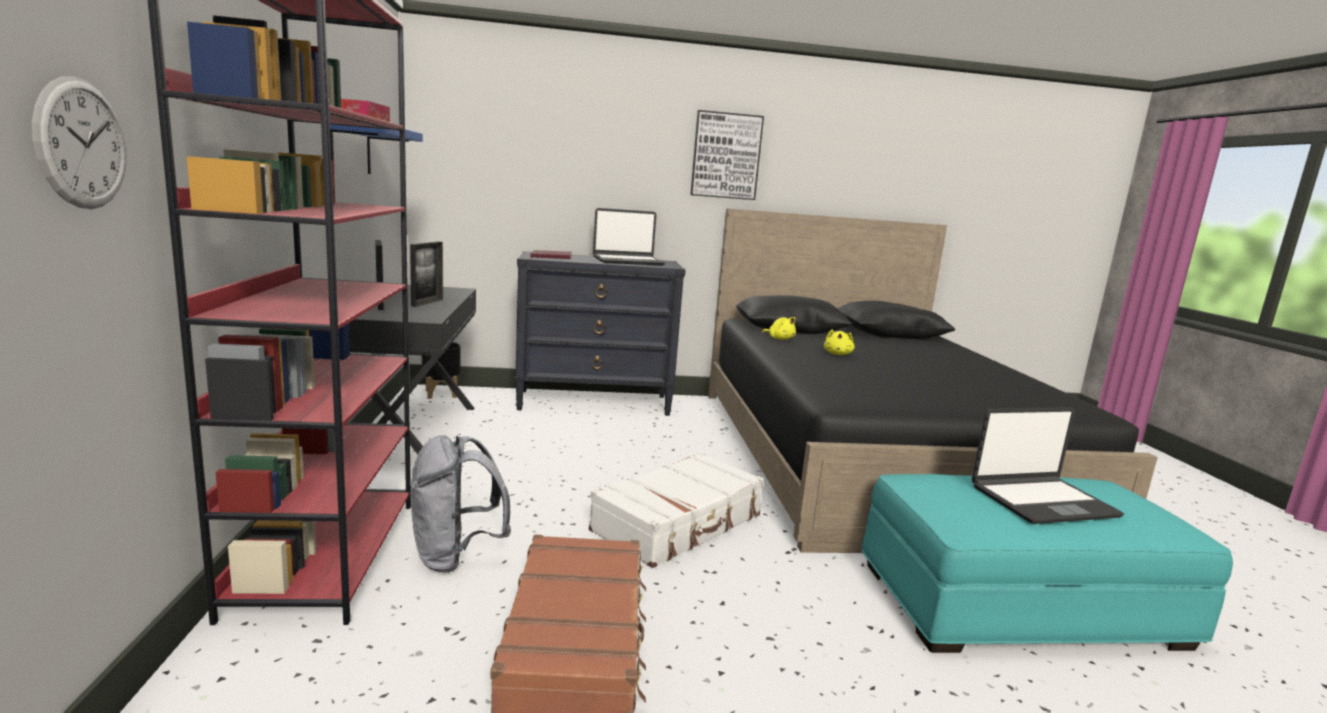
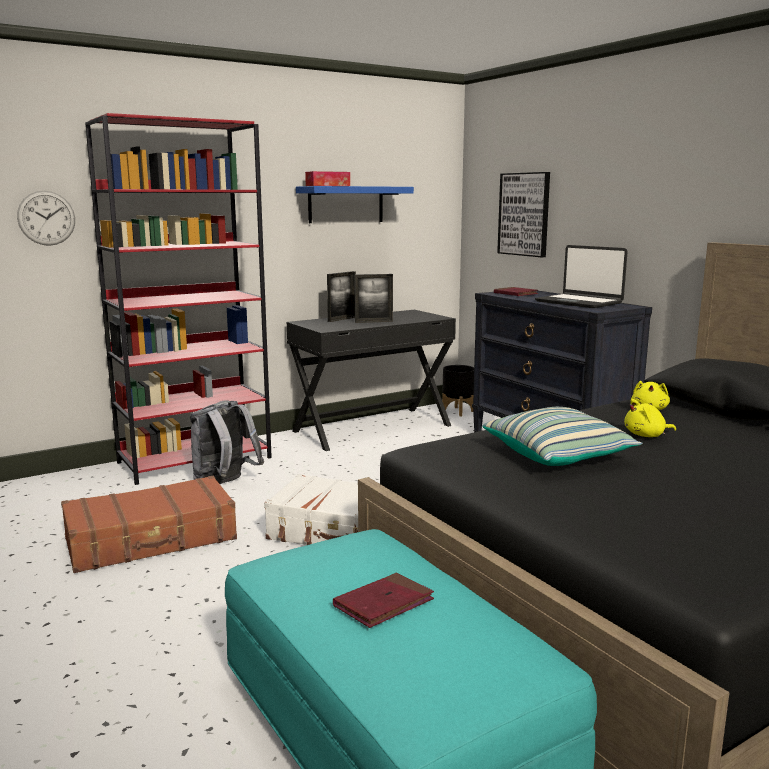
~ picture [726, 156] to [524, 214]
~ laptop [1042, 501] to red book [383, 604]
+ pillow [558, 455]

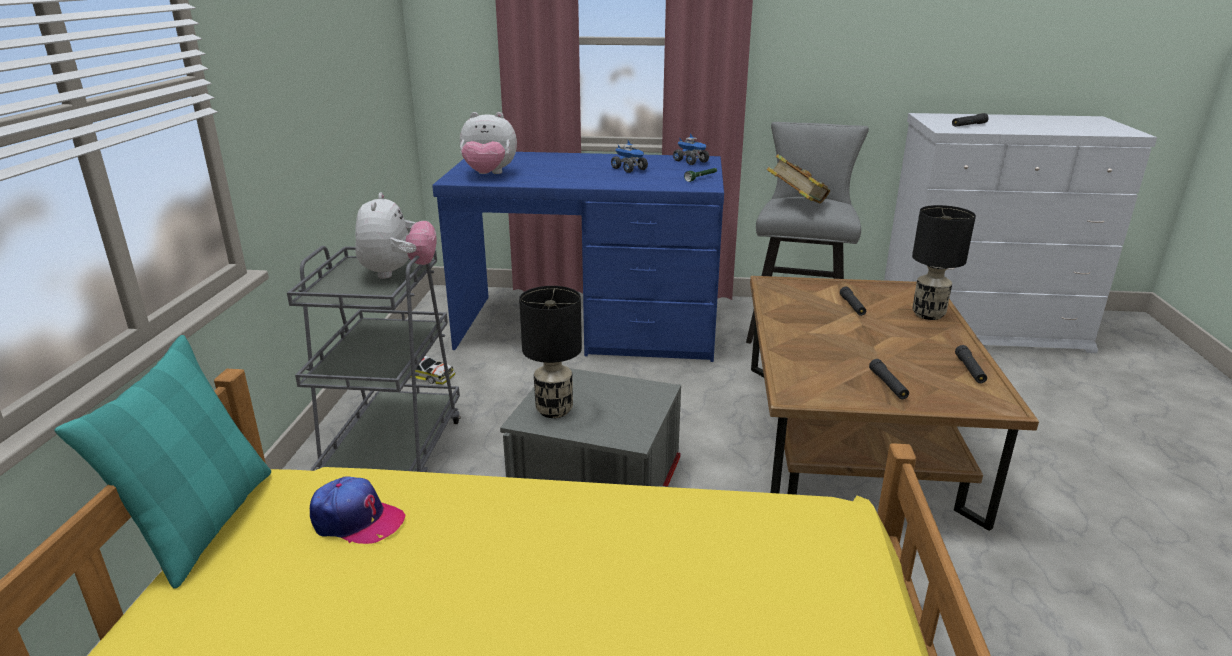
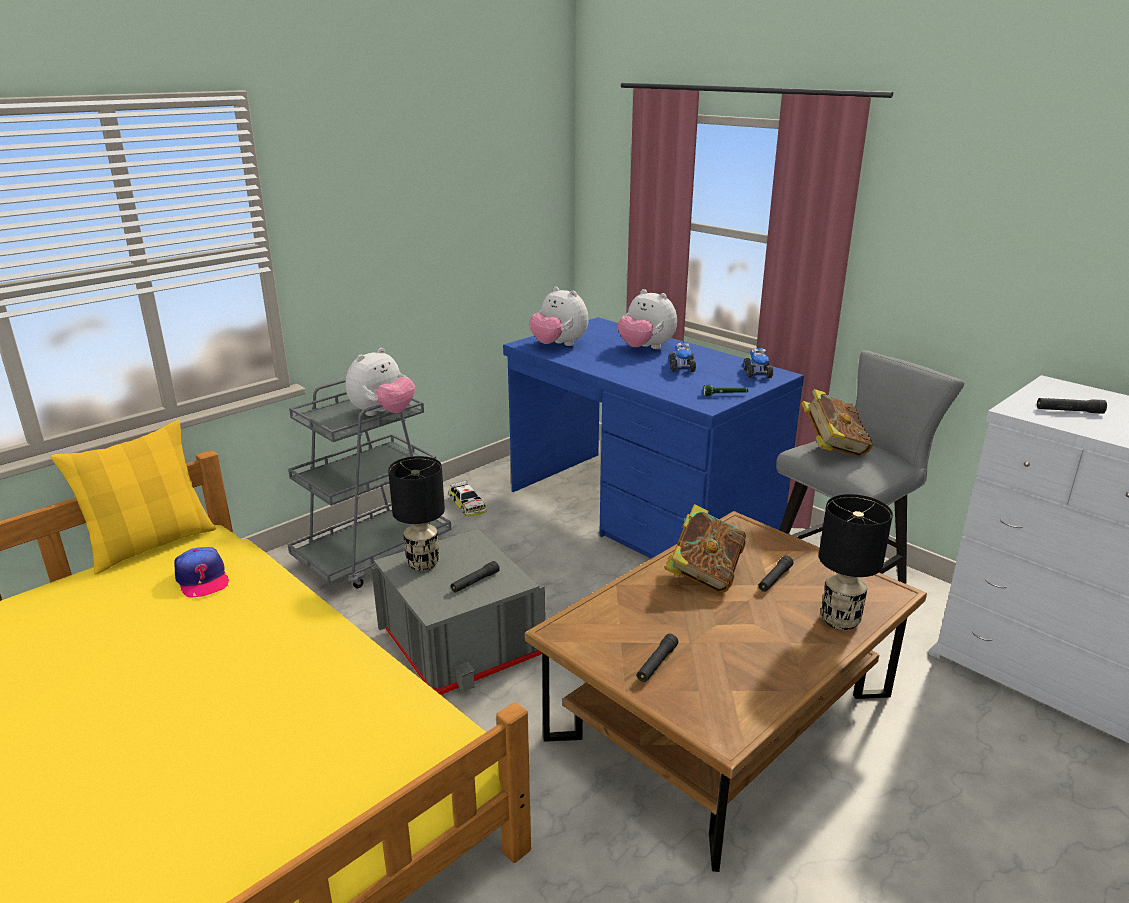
~ turquoise pillow [202, 524] to yellow pillow [151, 544]
~ black flashlight [970, 370] to [475, 582]
+ plush toy [646, 348]
+ book [704, 575]

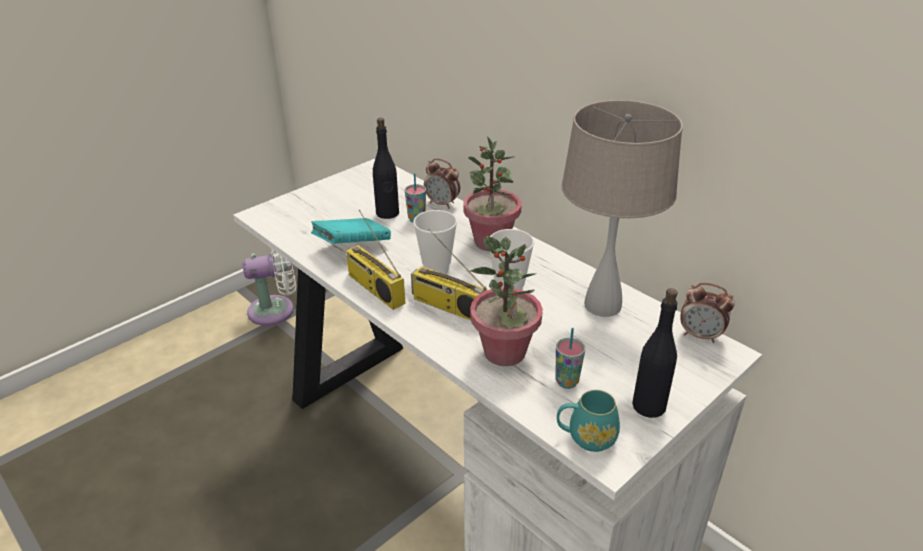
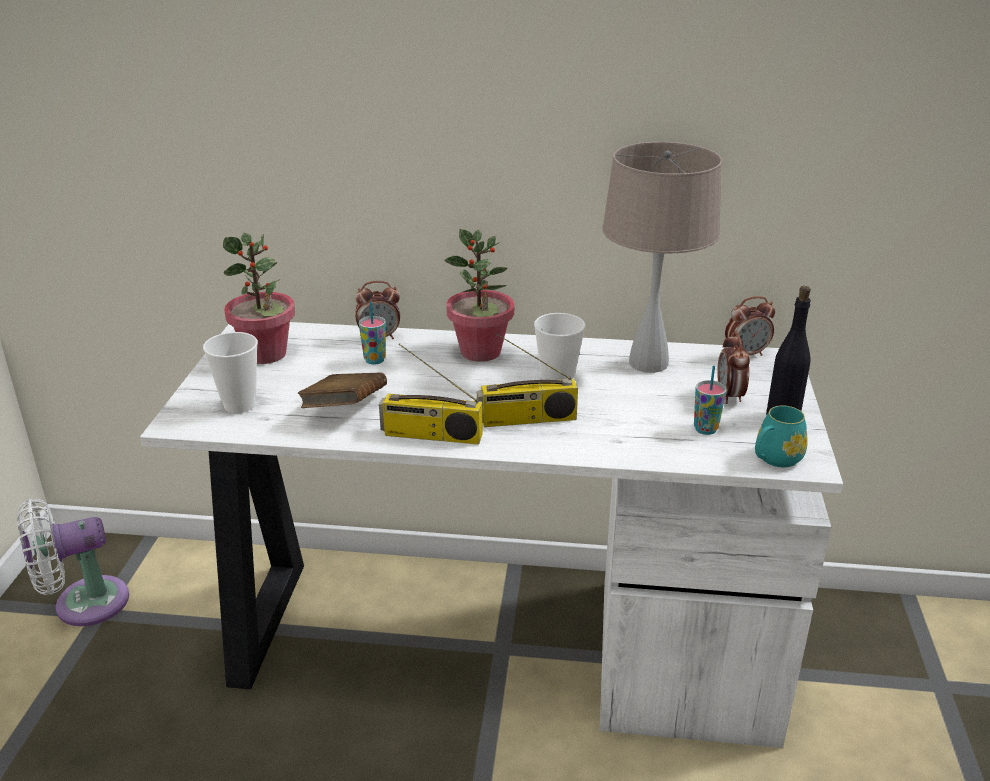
- black bottle [387, 213]
~ cup [436, 269] to [239, 405]
~ turquoise book [352, 246] to brown book [345, 409]
~ potted plant [505, 352] to [266, 354]
~ white fan [276, 310] = [83, 604] 150 degrees counterclockwise
+ alarm clock [730, 396]

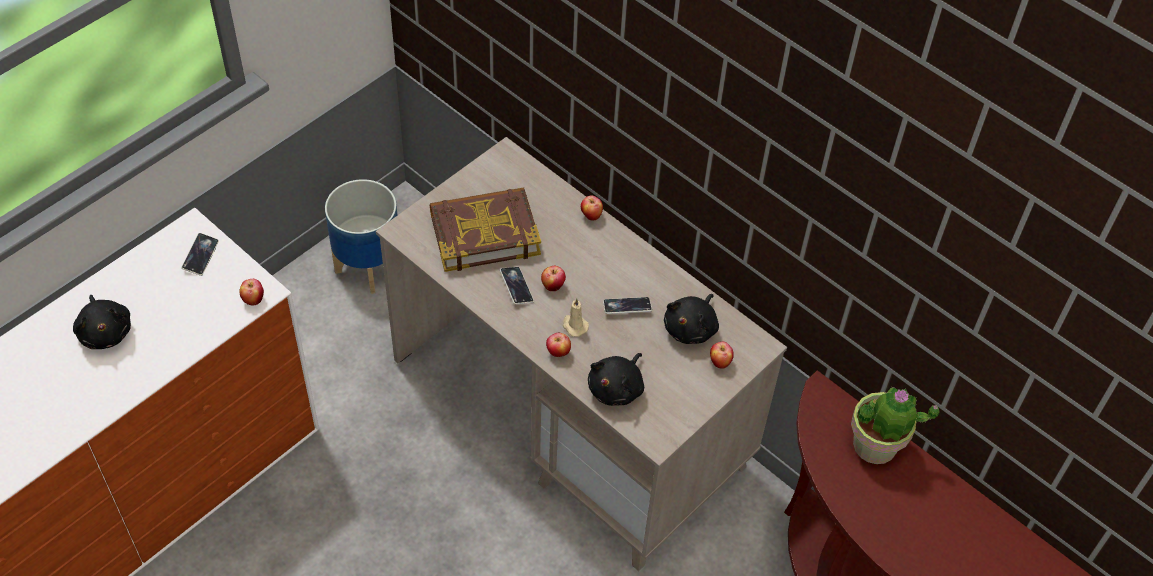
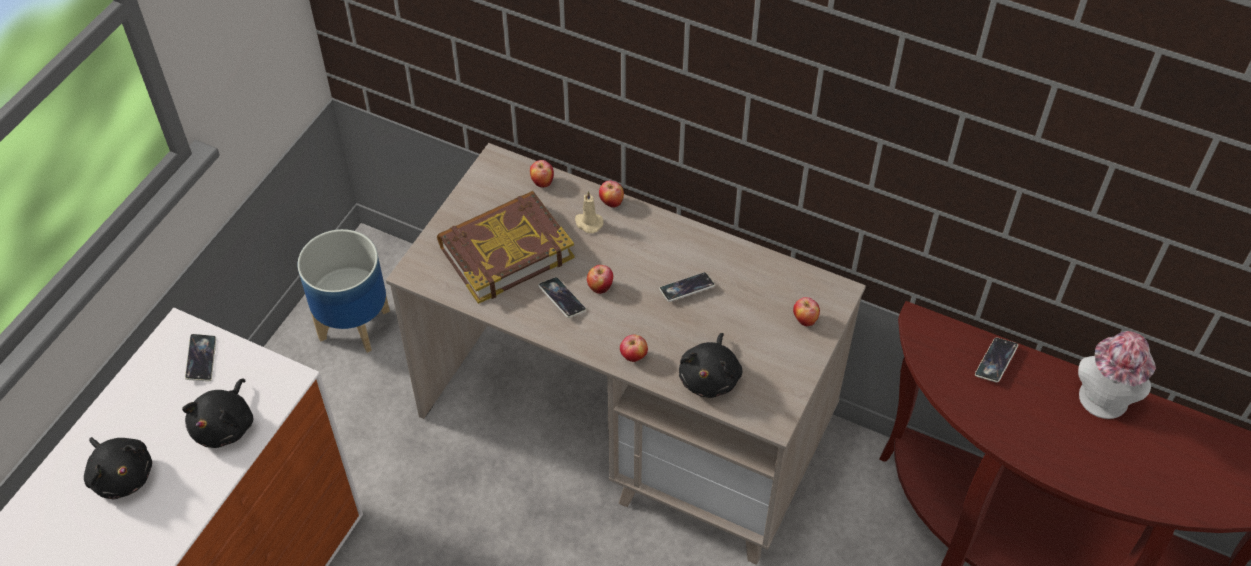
~ apple [253, 299] to [542, 182]
~ black plush toy [691, 328] to [225, 425]
~ beige candle [574, 325] to [588, 223]
~ potted plant [876, 445] to phone [995, 362]
+ hat [1102, 404]

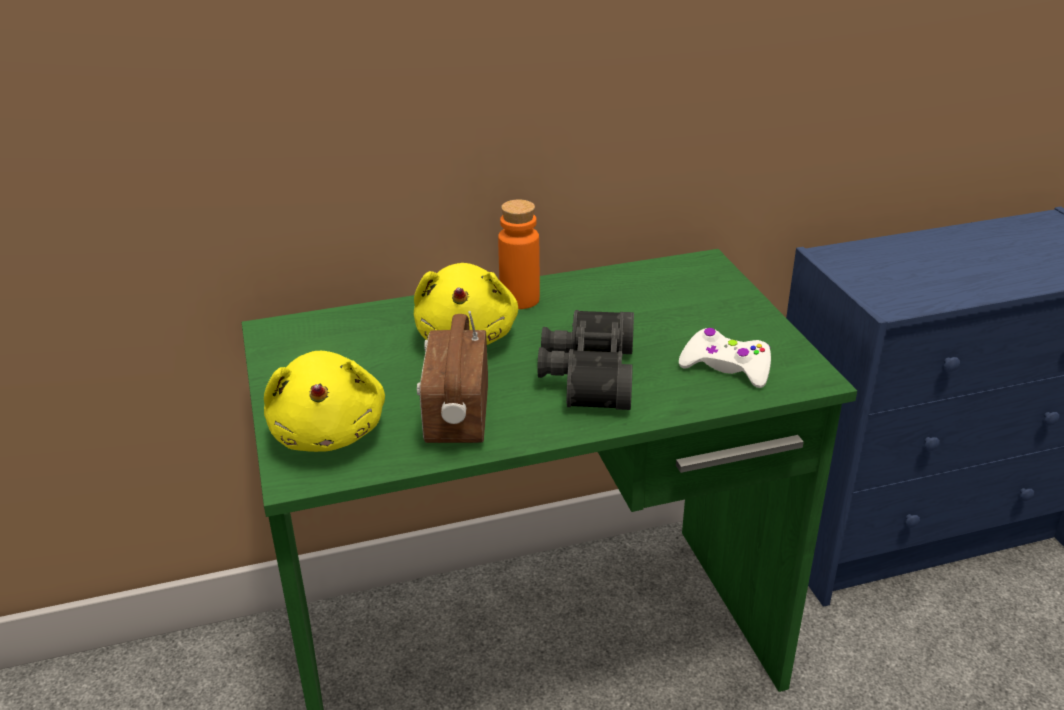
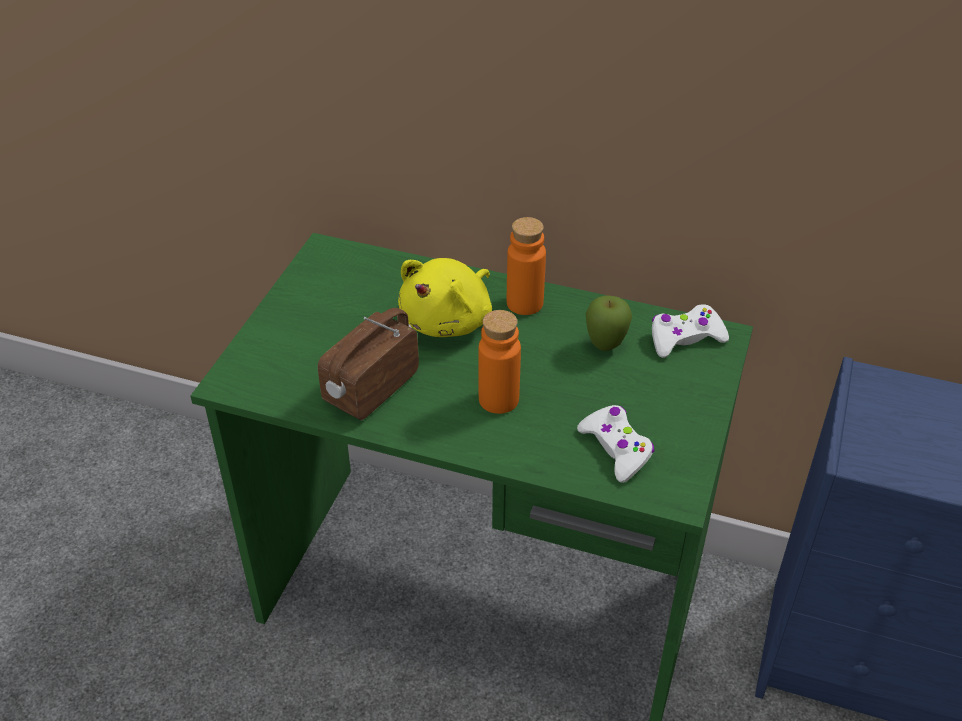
~ black binoculars [586, 375] to orange bottle [498, 399]
- yellow plush toy [329, 432]
+ apple [605, 347]
+ white game controller [685, 338]

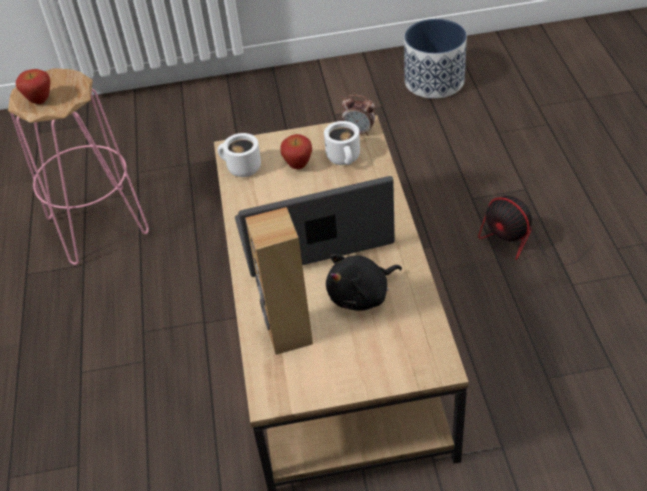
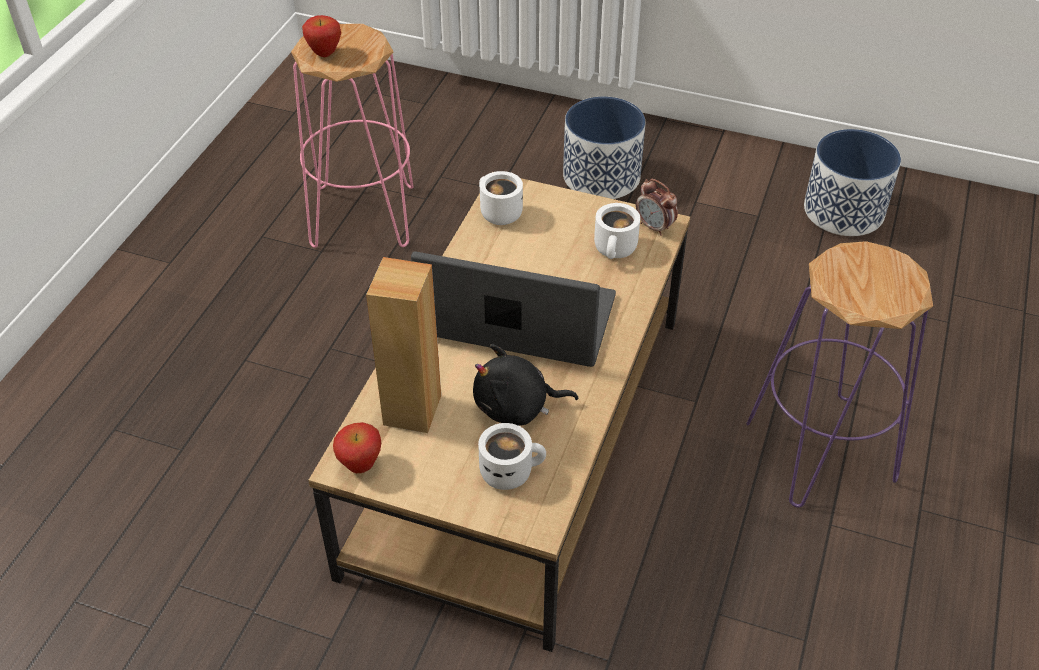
~ apple [298, 166] to [360, 465]
~ fan [531, 240] to purple stool [819, 449]
+ planter [602, 176]
+ white mug [510, 470]

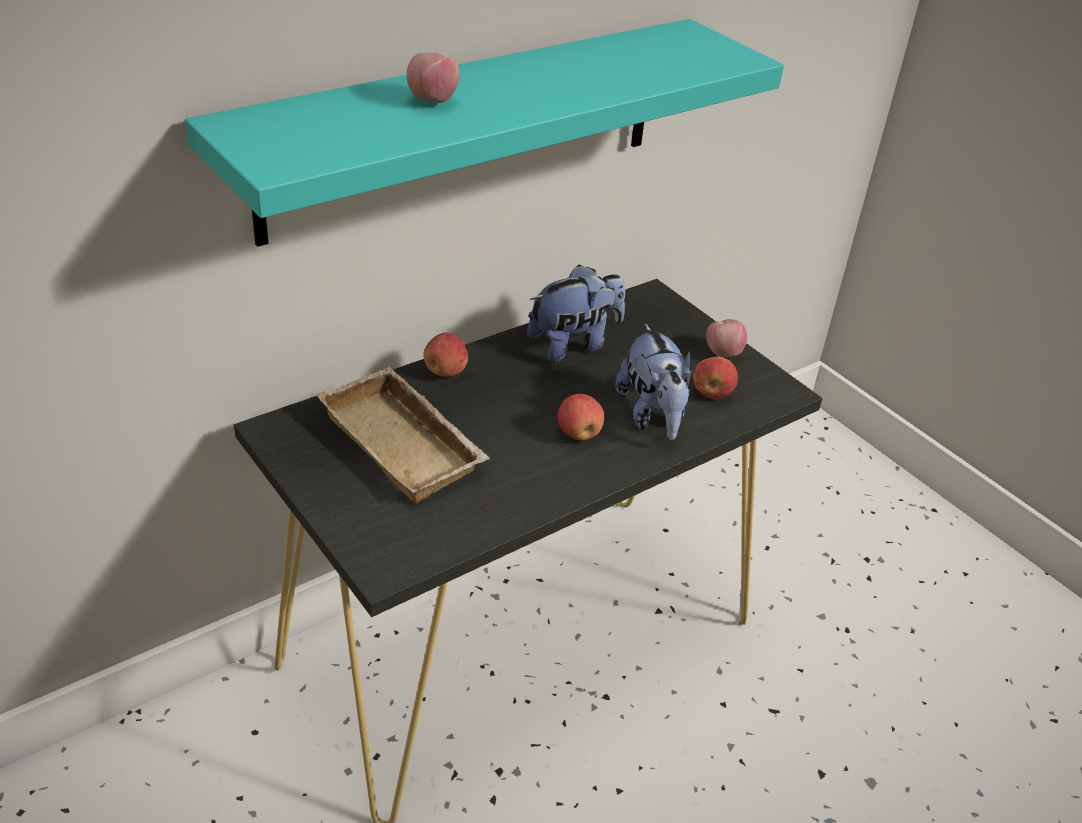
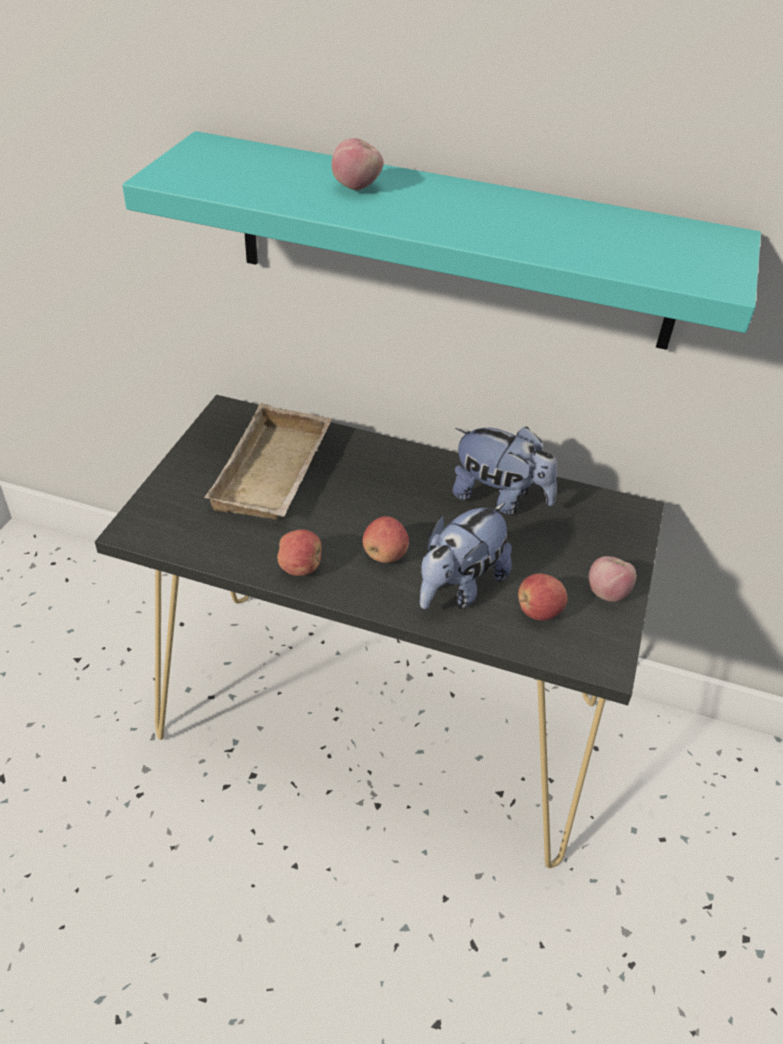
~ apple [446, 371] to [300, 567]

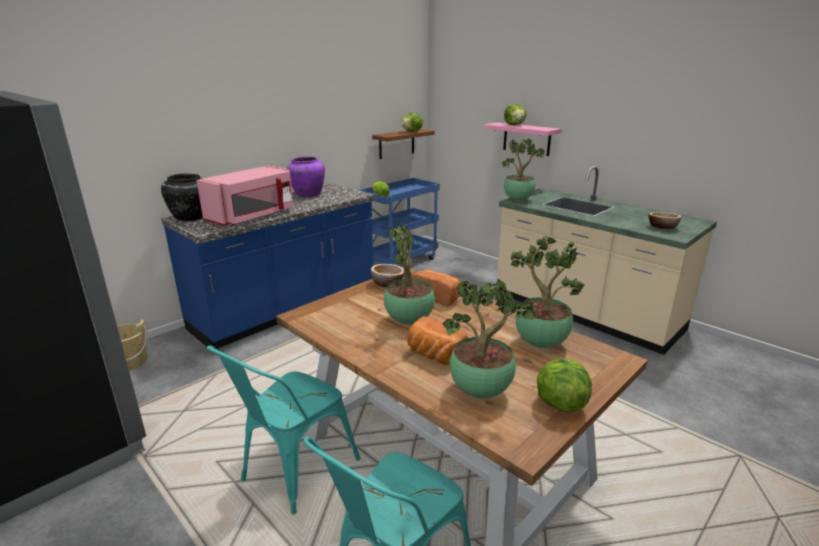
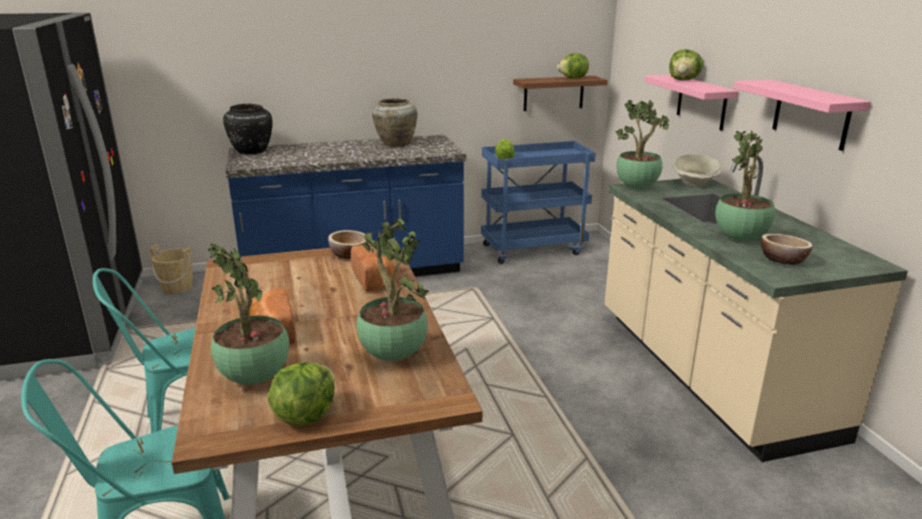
~ purple vase [307, 194] to beige vase [395, 143]
- pink microwave [252, 216]
~ potted plant [409, 321] to [739, 239]
+ pink shelf [811, 114]
+ beige bowl [694, 184]

